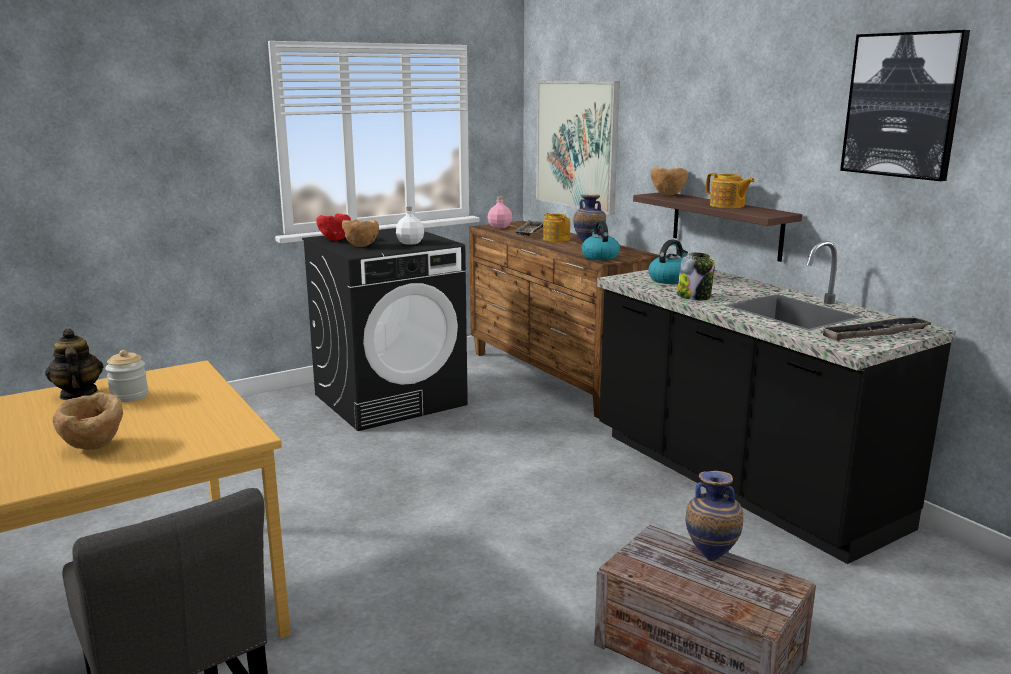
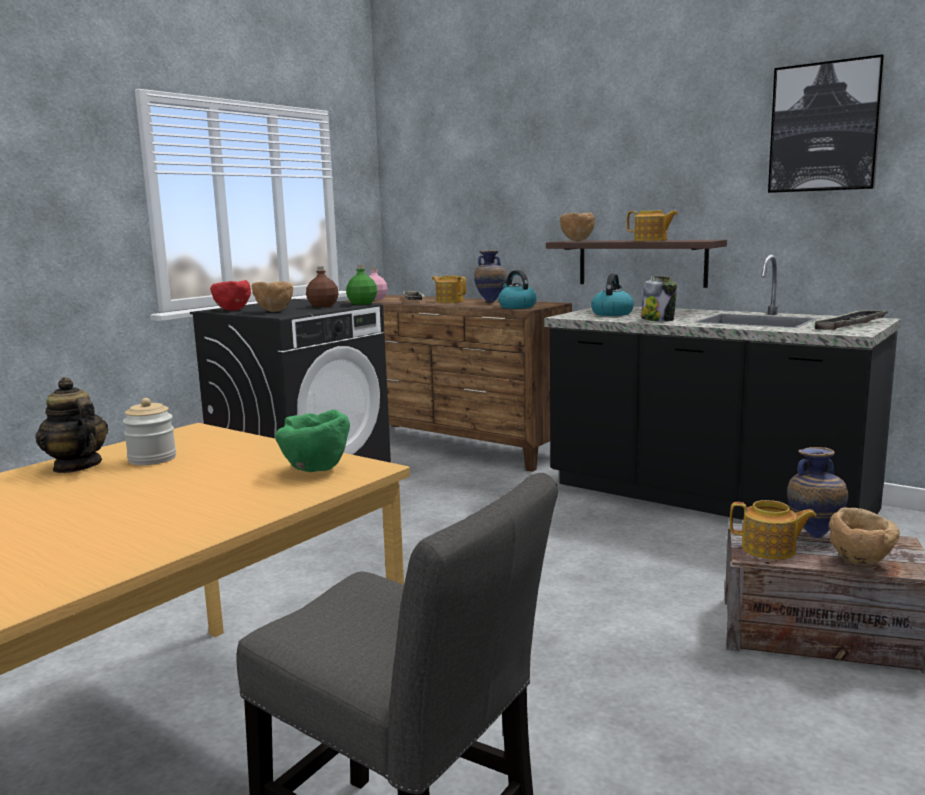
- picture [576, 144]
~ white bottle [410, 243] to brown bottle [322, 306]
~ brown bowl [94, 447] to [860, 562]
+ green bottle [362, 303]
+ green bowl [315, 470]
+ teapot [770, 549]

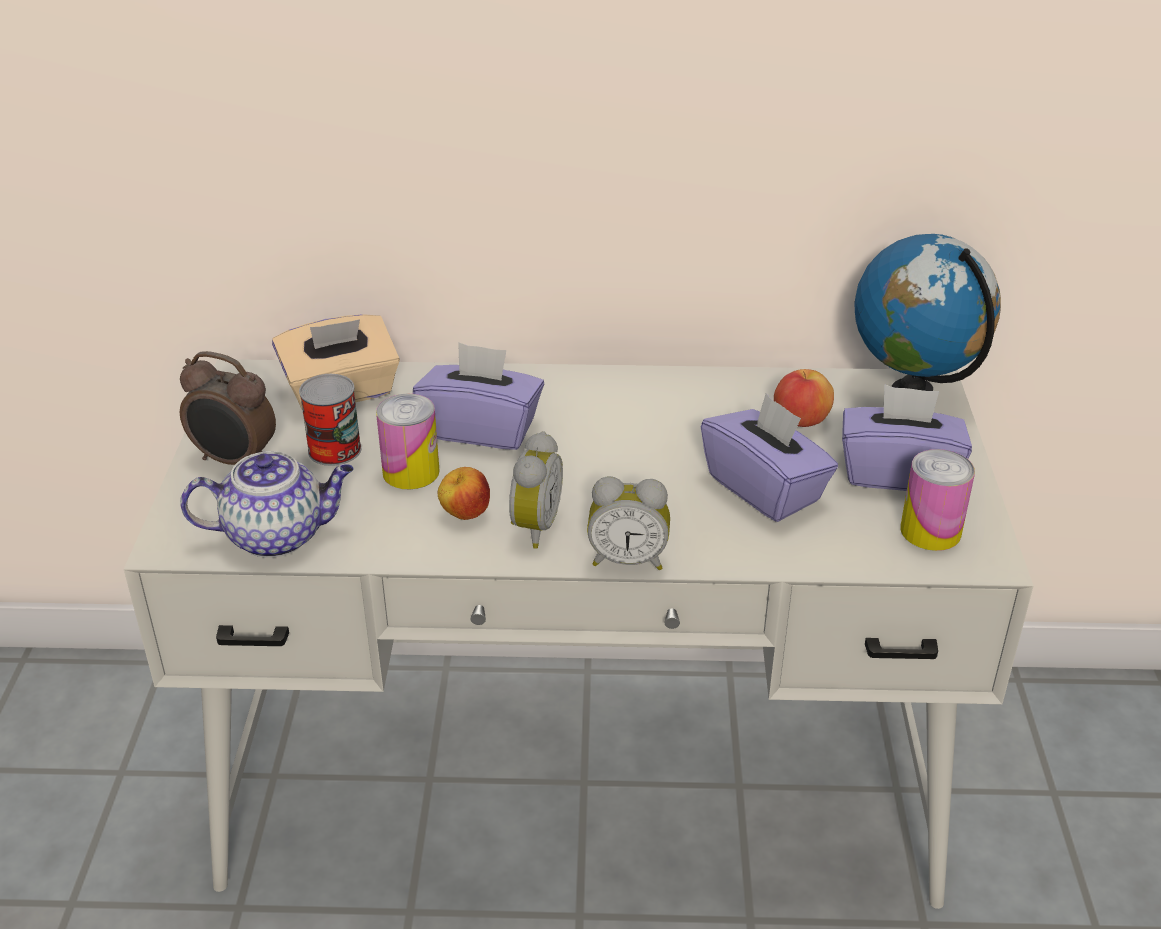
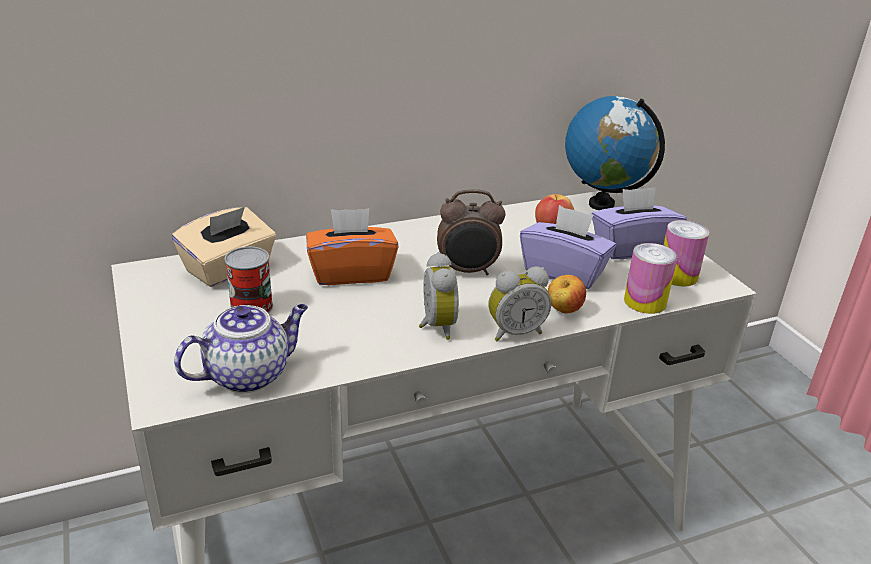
~ purple tissue box [482, 429] to orange tissue box [351, 273]
~ alarm clock [234, 461] to [468, 271]
~ can [411, 472] to [645, 302]
~ apple [465, 514] to [563, 310]

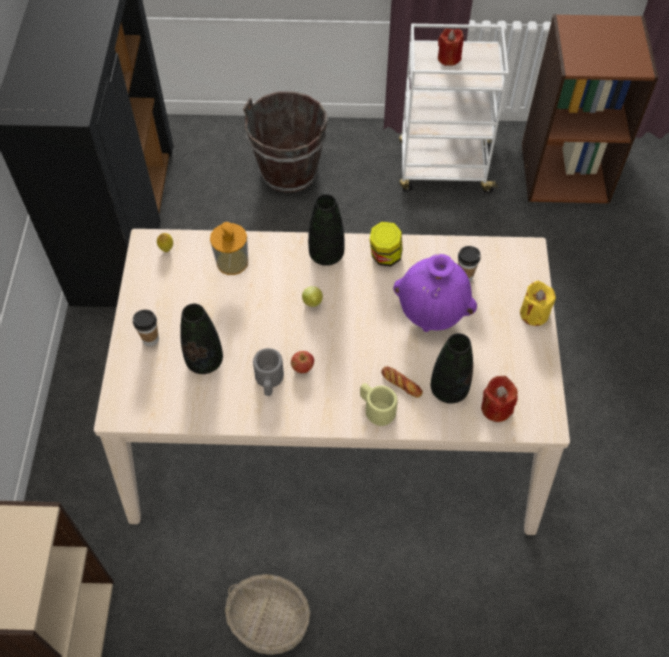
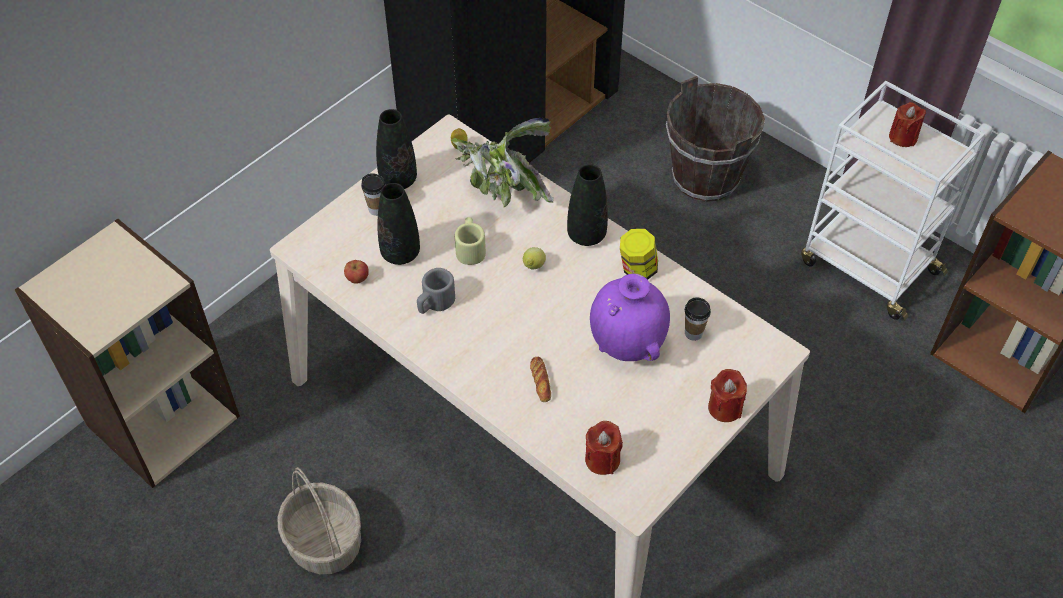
~ soap dispenser [232, 262] to potted plant [501, 190]
~ yellow candle [534, 314] to red candle [725, 408]
~ black vase [449, 390] to [398, 180]
~ apple [302, 367] to [357, 278]
~ beige mug [376, 408] to [470, 248]

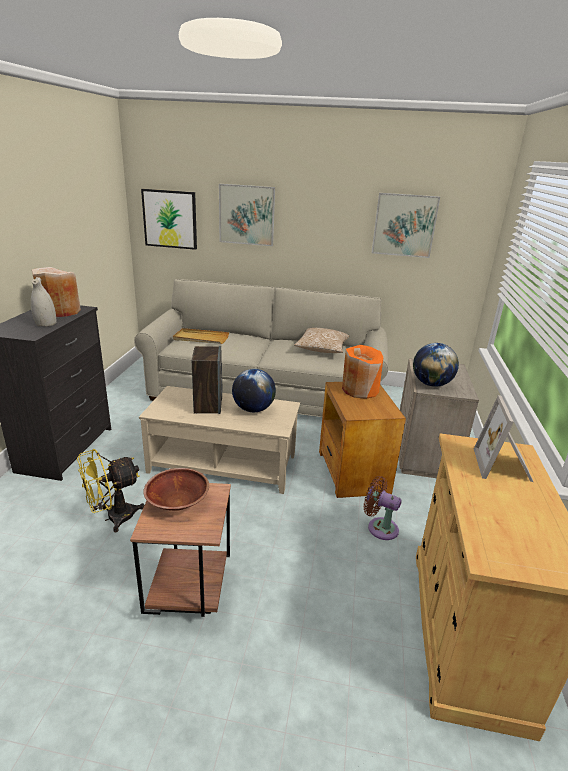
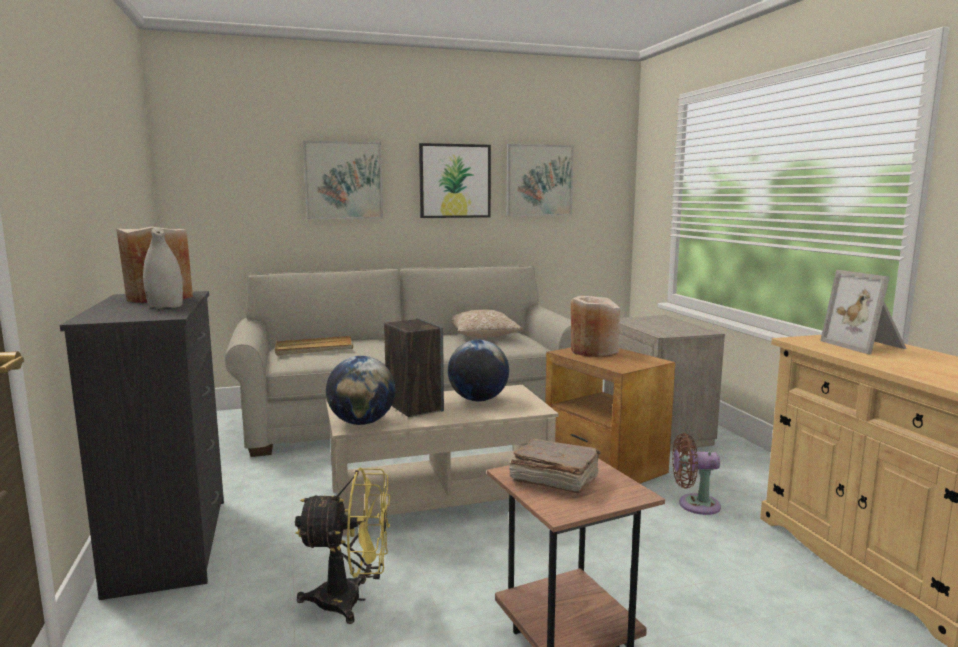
~ picture [170, 219] to [455, 181]
~ globe [431, 384] to [362, 422]
~ orange vase [359, 390] to beige vase [593, 351]
~ yellow fan [113, 518] = [351, 600] 120 degrees counterclockwise
~ brown bowl [178, 502] to brown book [553, 479]

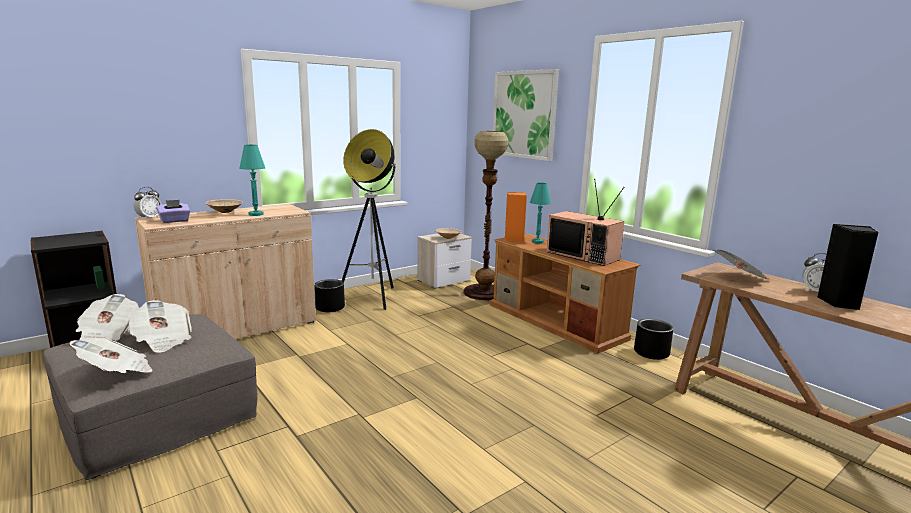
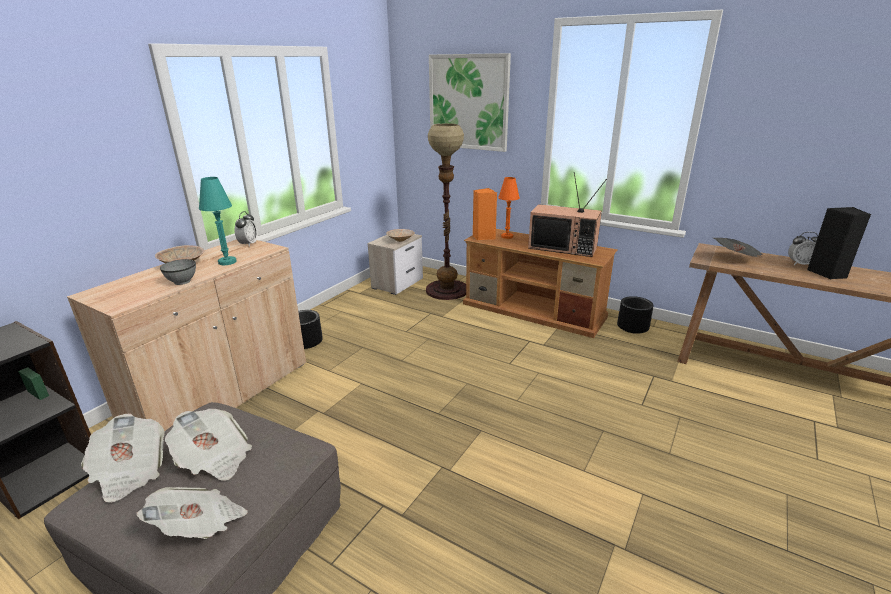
- floor lamp [373, 298]
~ turquoise table lamp [537, 242] to orange table lamp [507, 236]
~ alarm clock [149, 218] to [248, 244]
- purple tissue box [175, 221]
+ grey bowl [182, 281]

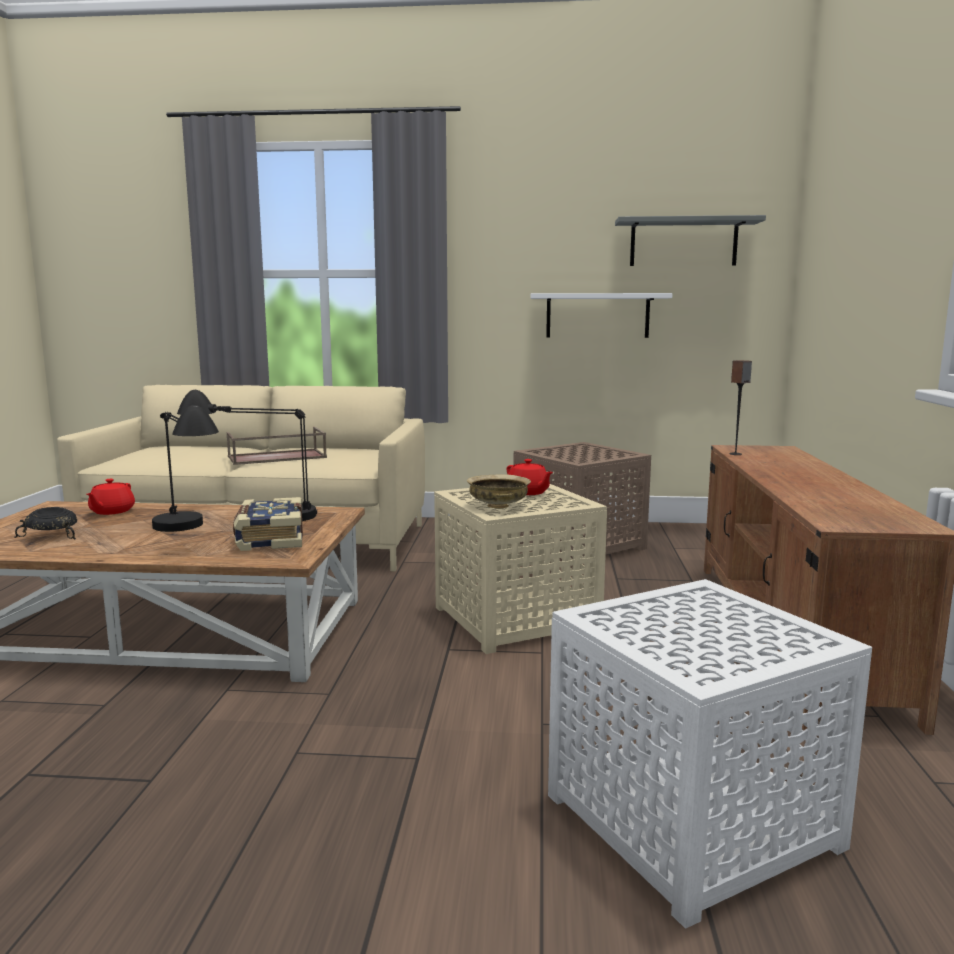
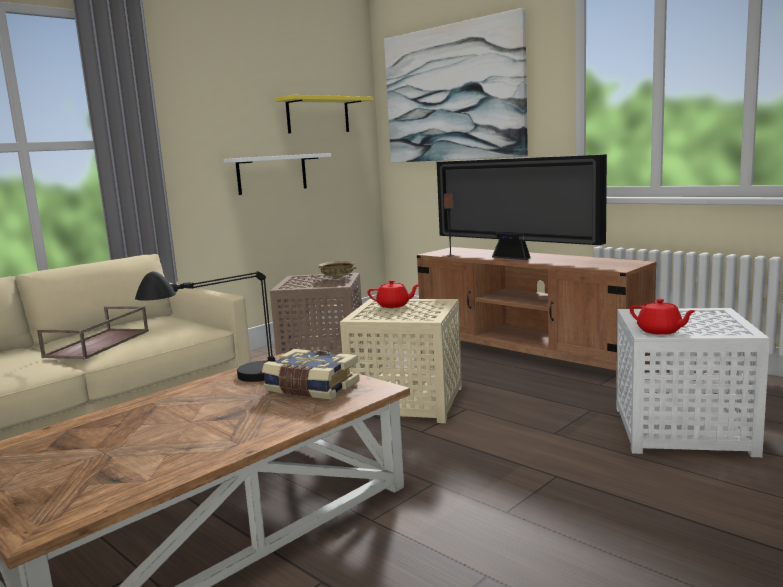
~ grey shelf [683, 243] to yellow shelf [318, 115]
- black table lamp [188, 535]
~ beige bowl [498, 505] to [337, 278]
~ red teapot [111, 511] to [660, 331]
- black bowl [51, 536]
+ picture [452, 93]
+ television [514, 258]

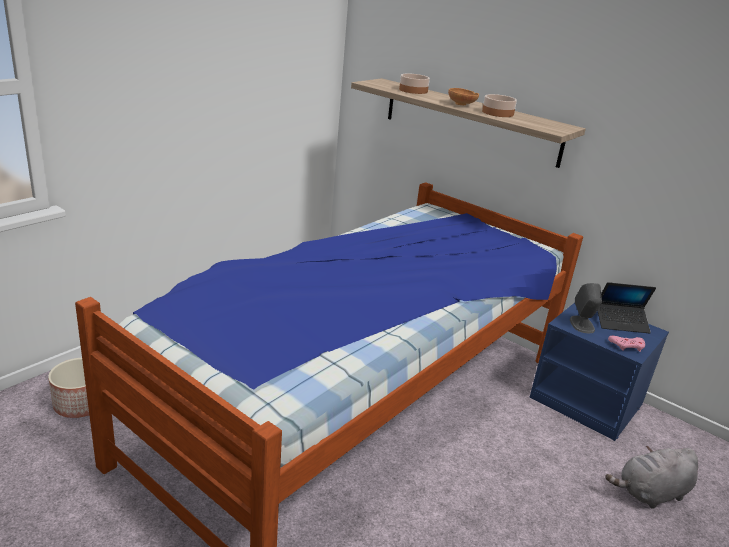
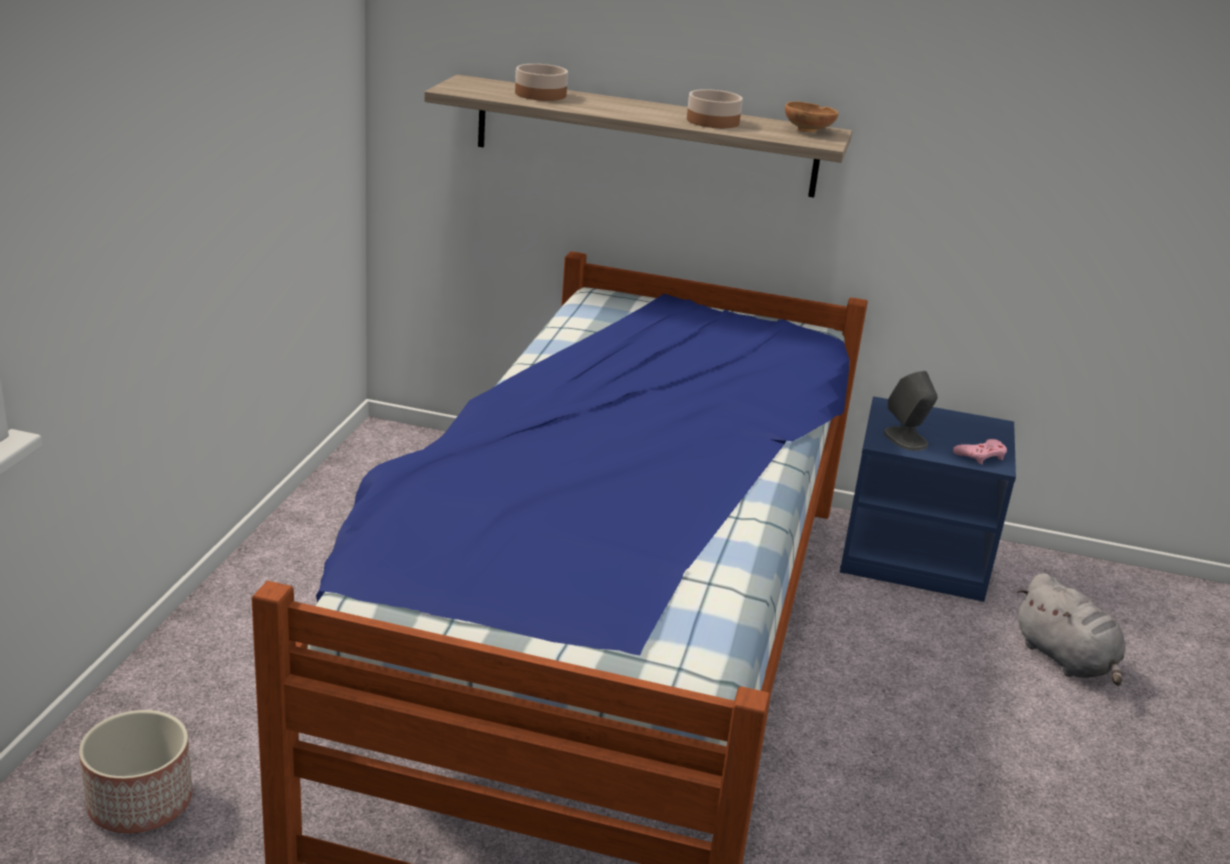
~ brown bowl [462, 105] to [809, 131]
- laptop [621, 323]
~ grey plush toy [650, 493] = [1066, 660] 75 degrees counterclockwise

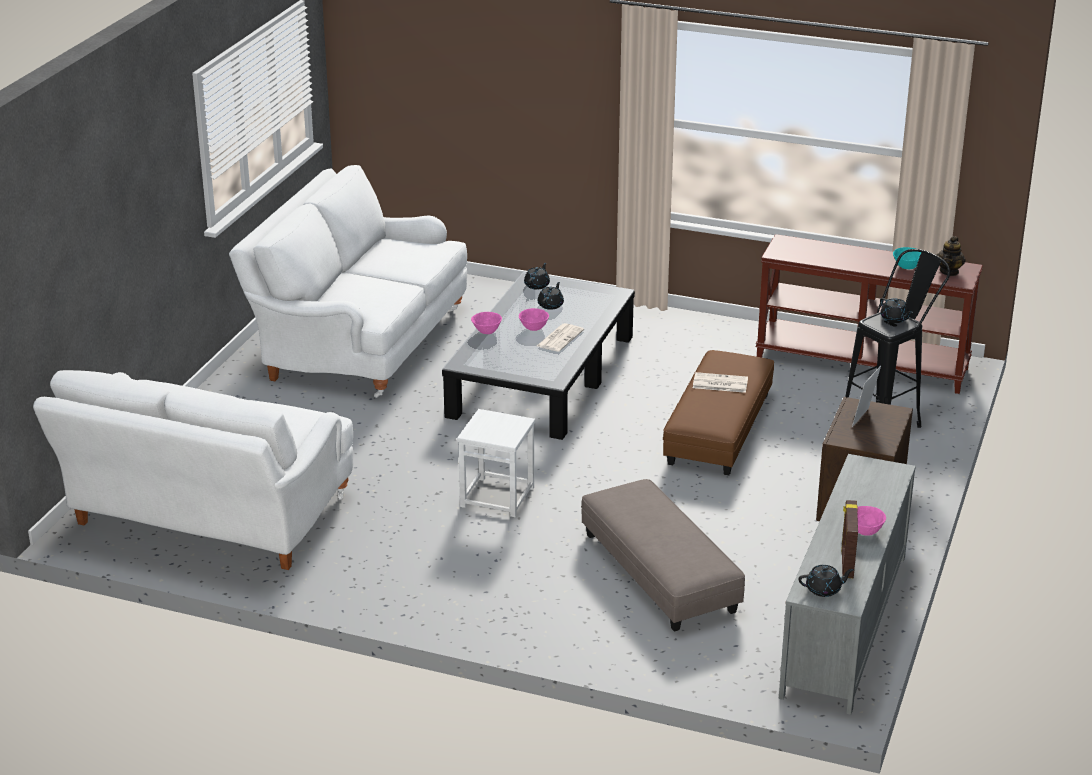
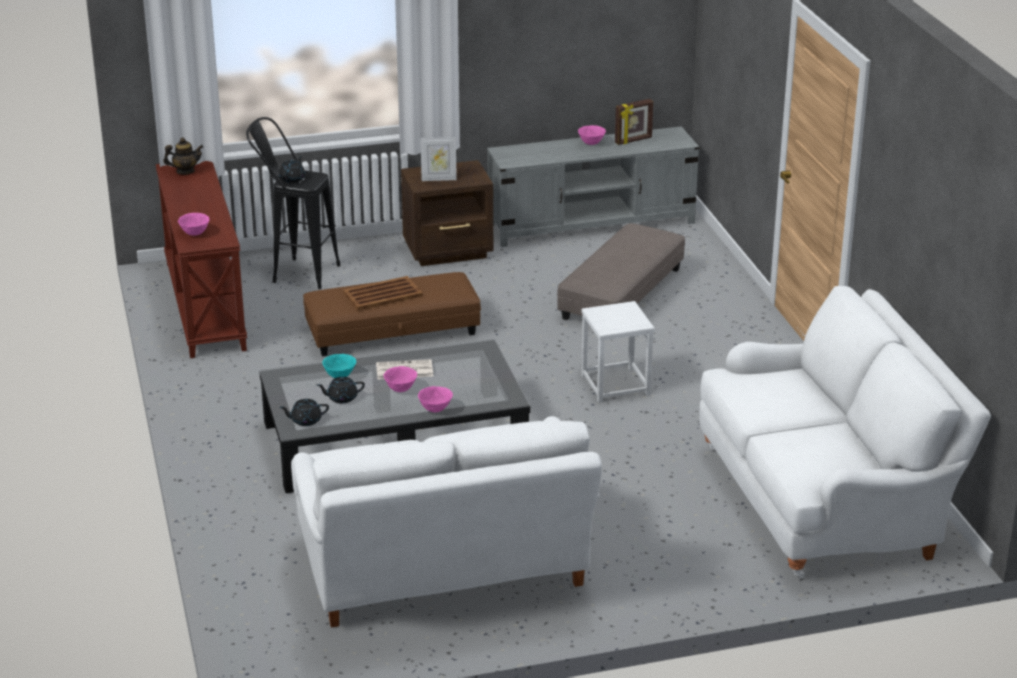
~ turquoise bowl [906, 267] to [340, 376]
~ newspaper [719, 383] to brown tray [383, 294]
- black teapot [824, 589]
+ pink bowl [195, 233]

